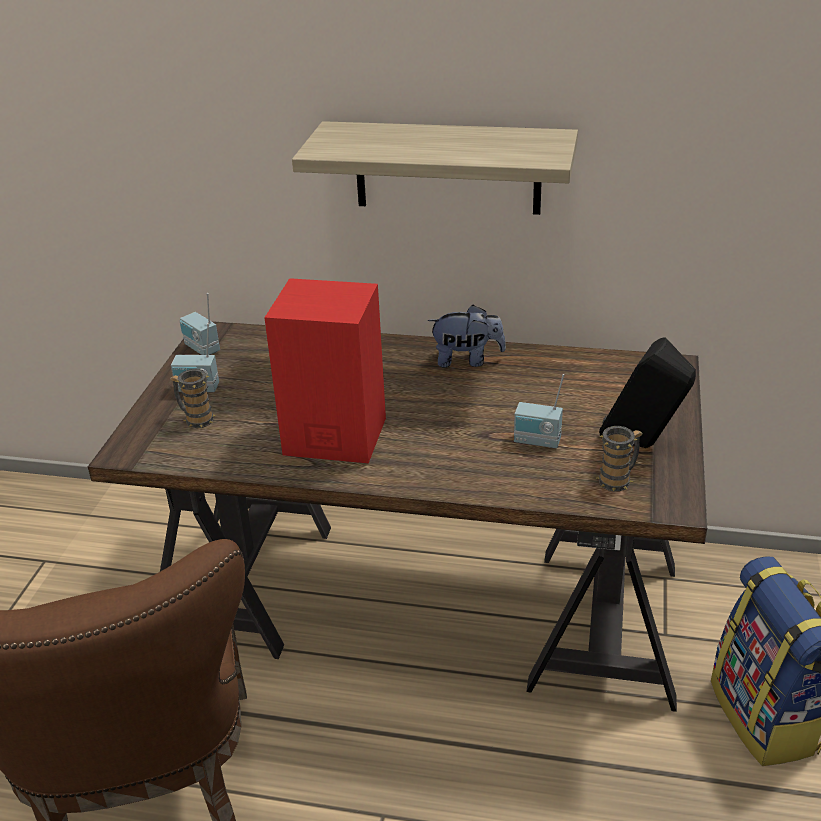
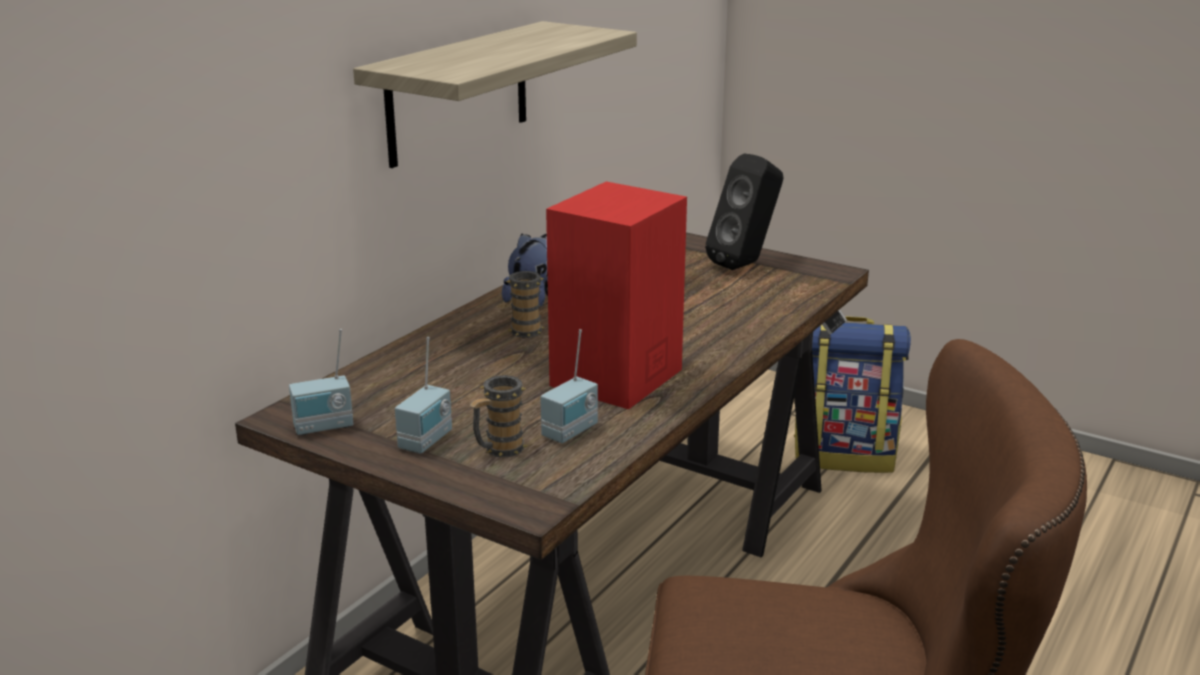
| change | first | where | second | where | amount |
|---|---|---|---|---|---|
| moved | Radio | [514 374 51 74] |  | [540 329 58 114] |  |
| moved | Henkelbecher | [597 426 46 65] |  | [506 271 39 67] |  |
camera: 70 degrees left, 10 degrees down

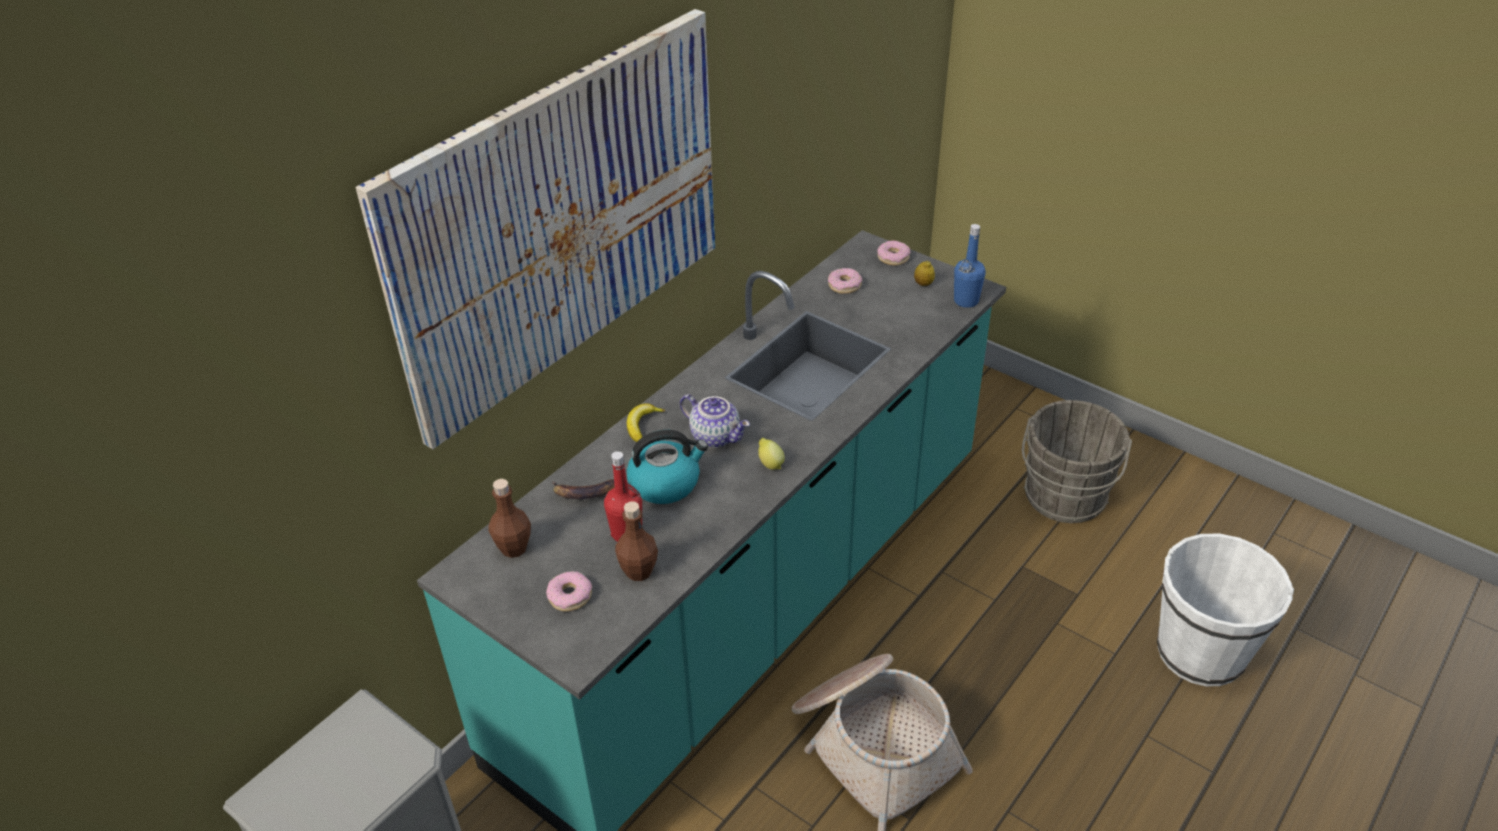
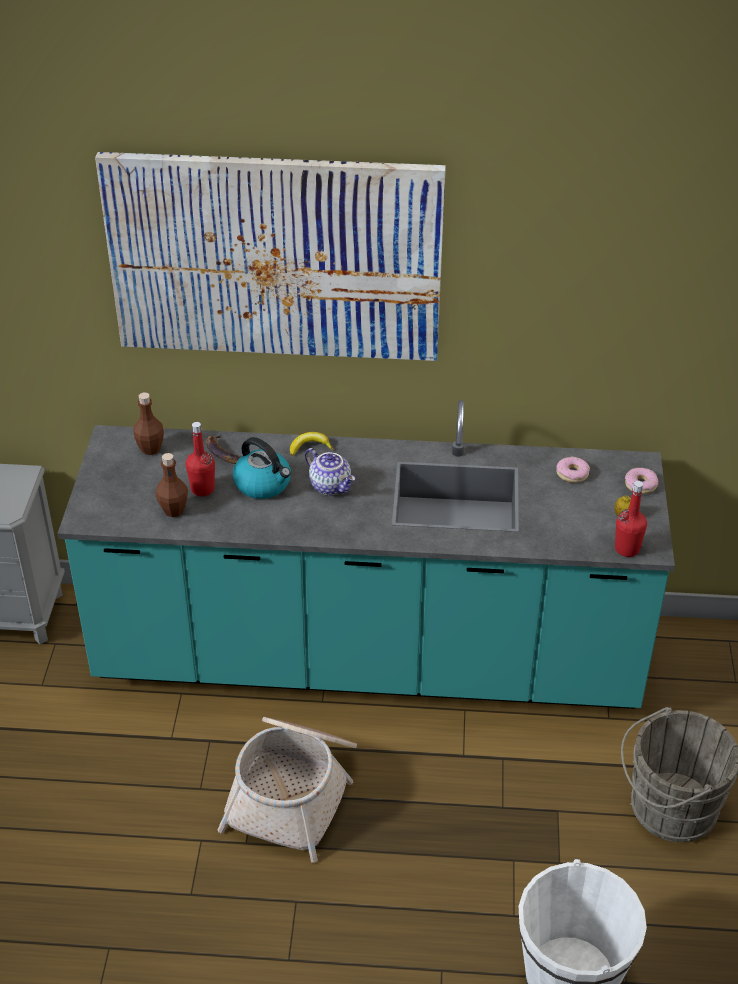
| change | first | where | second | where | amount |
|---|---|---|---|---|---|
| removed | Donut | [546 571 46 41] |  |  |  |
| turned | Teekanne | [680 394 70 54] |  | [305 448 50 47] | 45 degrees counterclockwise |
| removed | Zitrone | [758 438 27 32] |  |  |  |
| recoloured | Flasche/blau | [954 224 32 84] | Flasche/rot | [615 481 32 76] |  |
camera: 55 degrees right, 0 degrees up

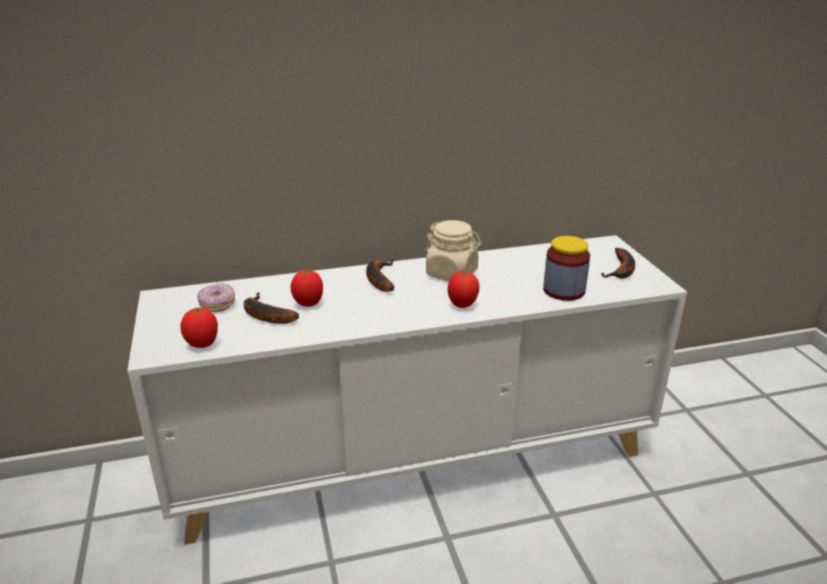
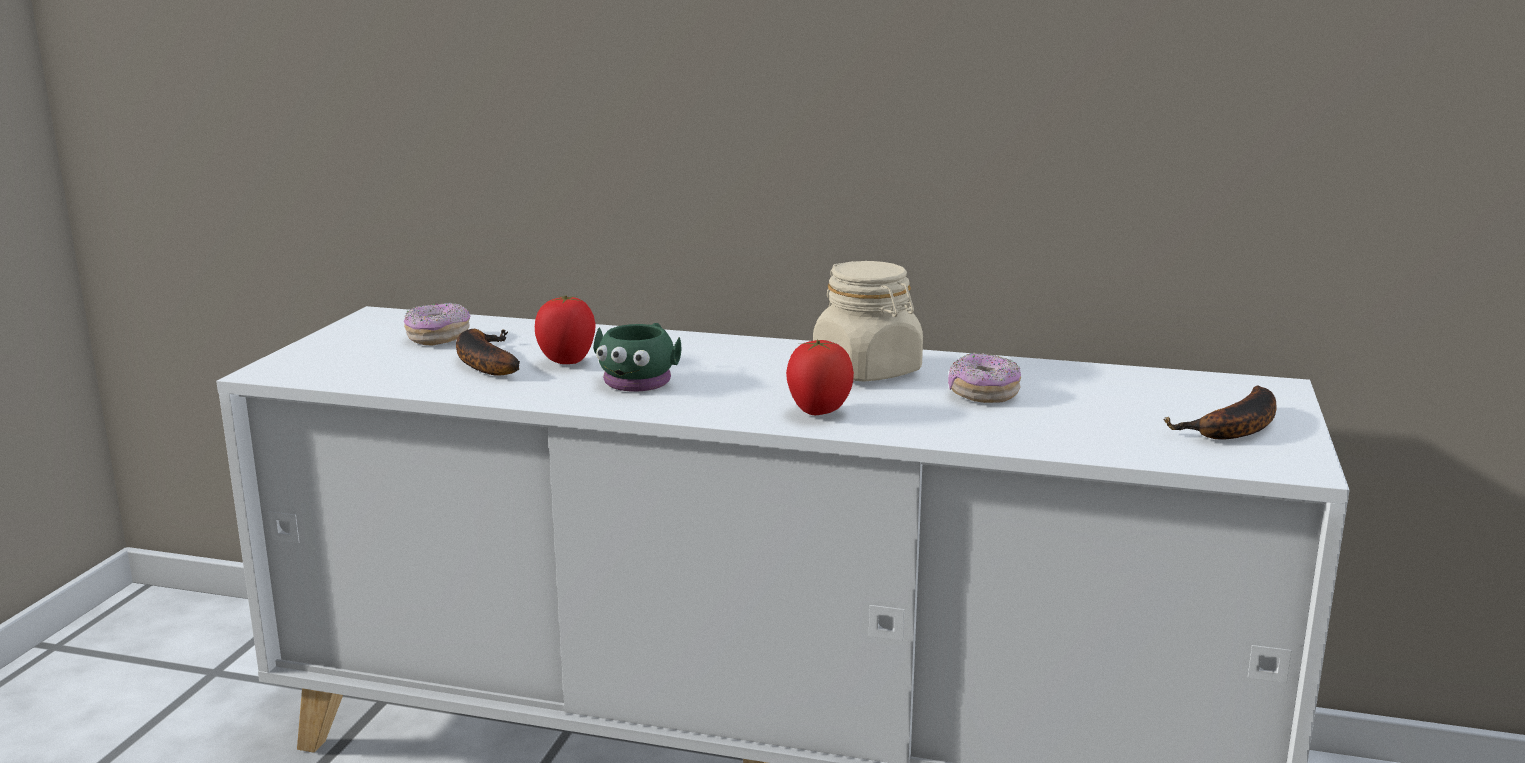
| change | first | where | second | where | amount |
|---|---|---|---|---|---|
| removed | Tomate | [180 307 38 41] |  |  |  |
| removed | Banane | [366 260 29 32] |  |  |  |
| removed | Vorratsglas | [543 236 47 65] |  |  |  |
| added |  |  | Henkelbecher/grün | [593 323 88 69] |  |
| added |  |  | Donut | [948 353 73 50] |  |
camera: 30 degrees right, 10 degrees down

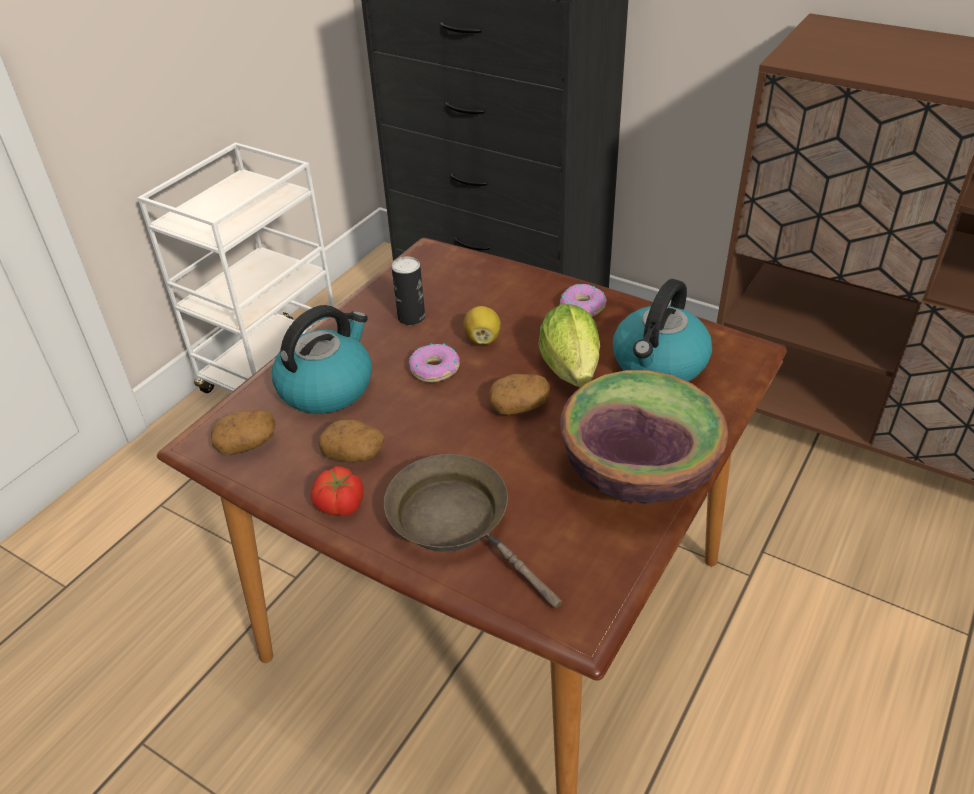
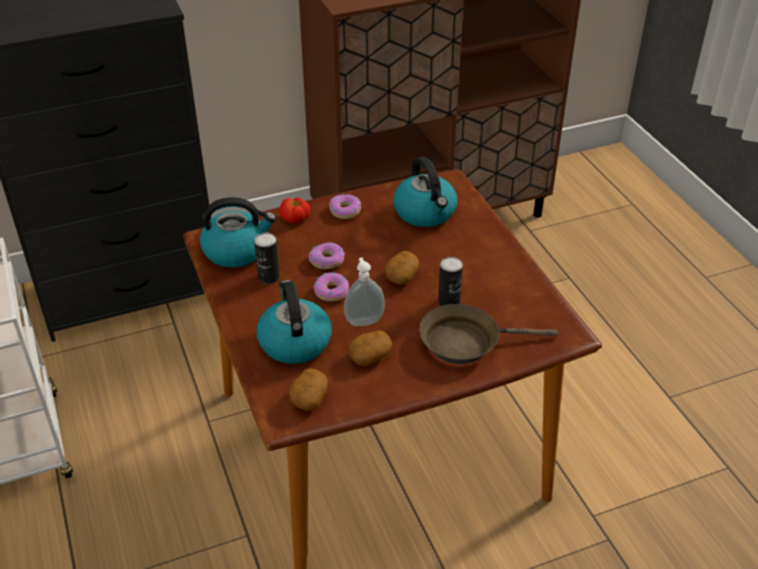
| change | first | where | second | where | amount |
|---|---|---|---|---|---|
| moved | Tomate | [311 466 53 50] |  | [279 198 31 25] |  |
| replaced | Zitrone | [463 306 38 39] | Donut | [309 242 36 27] |  |
| removed | Salatkopf | [538 304 62 83] |  |  |  |
| removed | Schüssel | [560 370 168 134] |  |  |  |
| added |  |  | Wasserkessel | [200 197 76 70] |  |
| added |  |  | Seifenspender | [344 257 41 69] |  |
| added |  |  | Dose | [438 257 25 49] |  |
camera: 55 degrees left, 0 degrees up

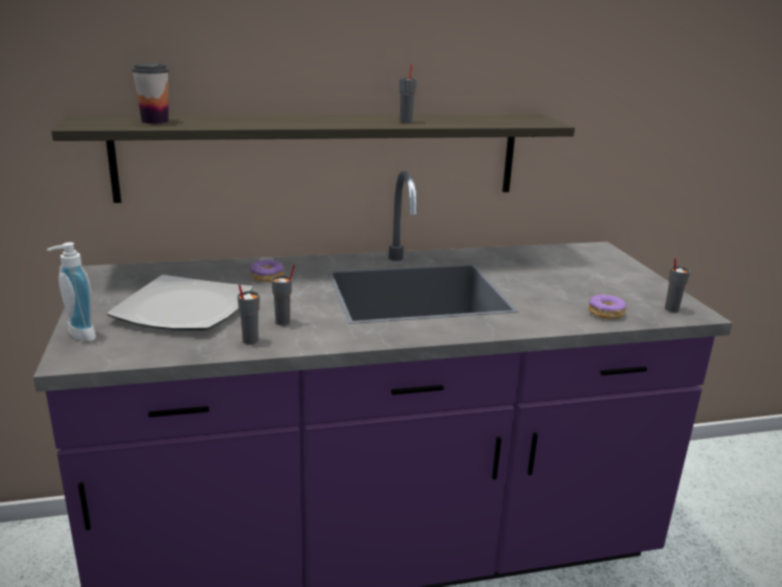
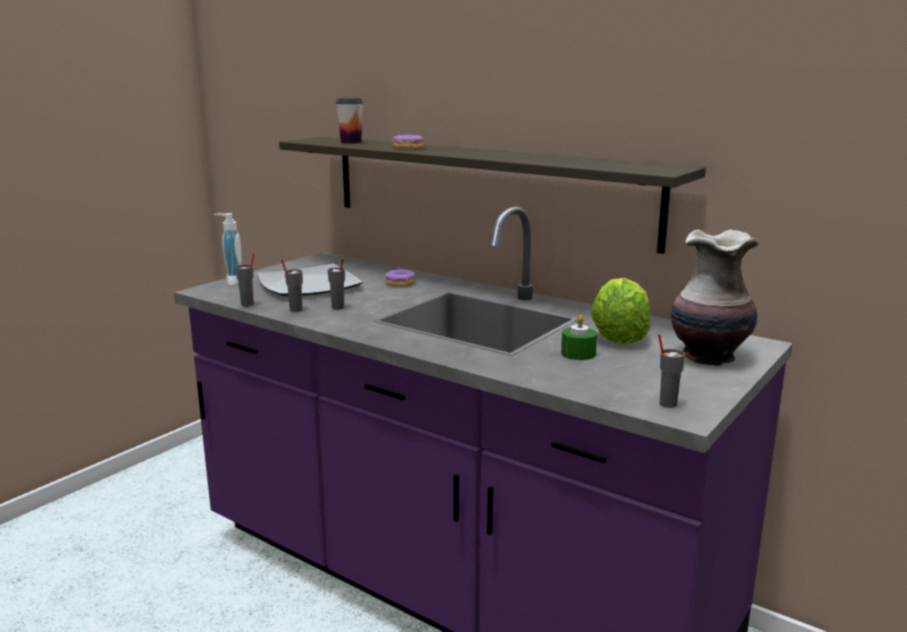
| change | first | where | second | where | amount |
|---|---|---|---|---|---|
| moved | Tasse/grau | [399 64 18 59] |  | [235 253 20 54] |  |
| moved | Donut | [588 294 38 25] |  | [392 134 32 15] |  |
| added |  |  | Kerze/grün | [561 314 36 46] |  |
| added |  |  | Salatkopf | [591 278 59 66] |  |
| added |  |  | Vase | [670 229 88 137] |  |
camera: 50 degrees right, 5 degrees down

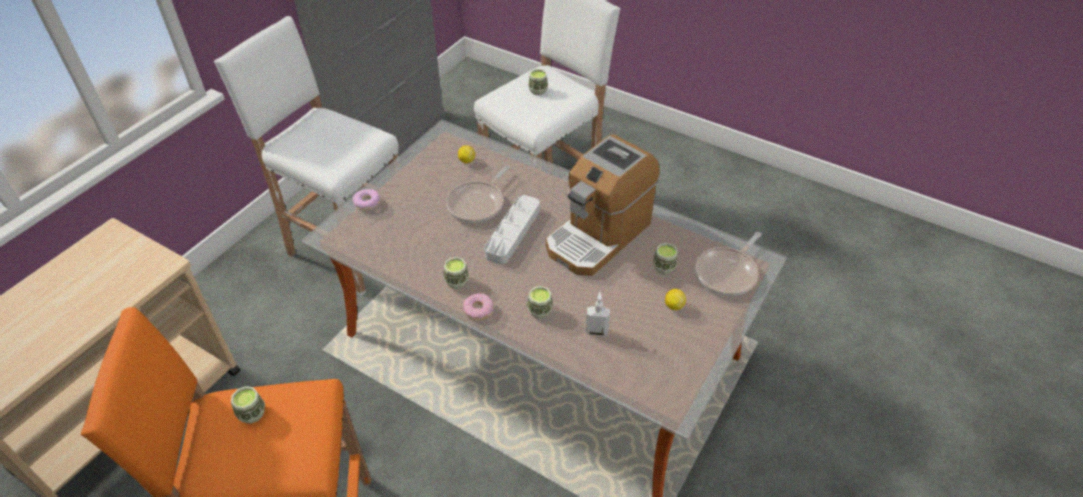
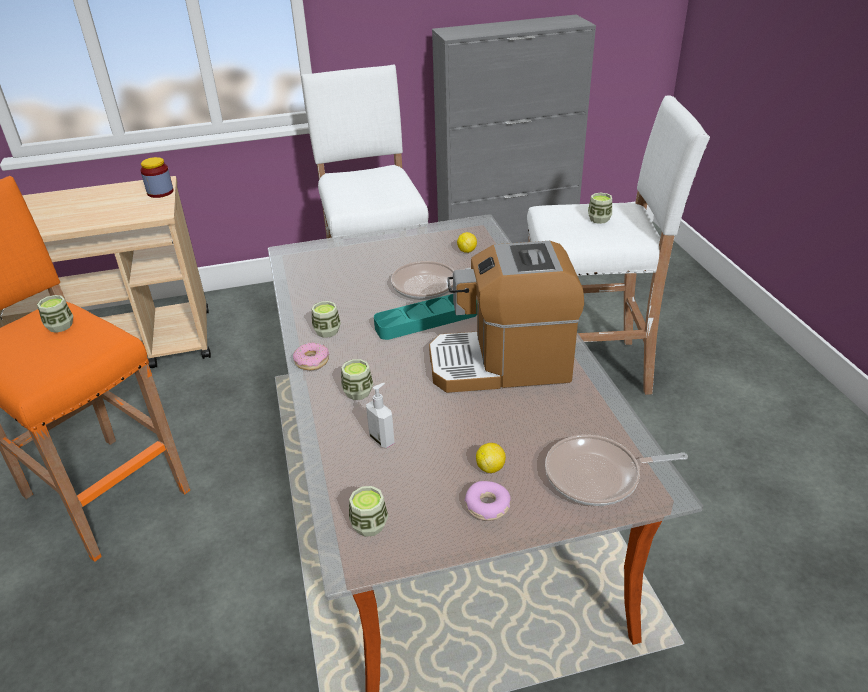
| change | first | where | second | where | amount |
|---|---|---|---|---|---|
| moved | Donut | [353 189 28 22] |  | [465 481 46 40] |  |
| recoloured | Tablett/grau | [484 195 56 69] | Tablett/türkis | [374 294 103 46] |  |
| moved | Tasse | [653 243 24 31] |  | [349 486 39 51] |  |
| added |  |  | Vorratsglas | [141 157 33 41] |  |
camera: 45 degrees right, 10 degrees down

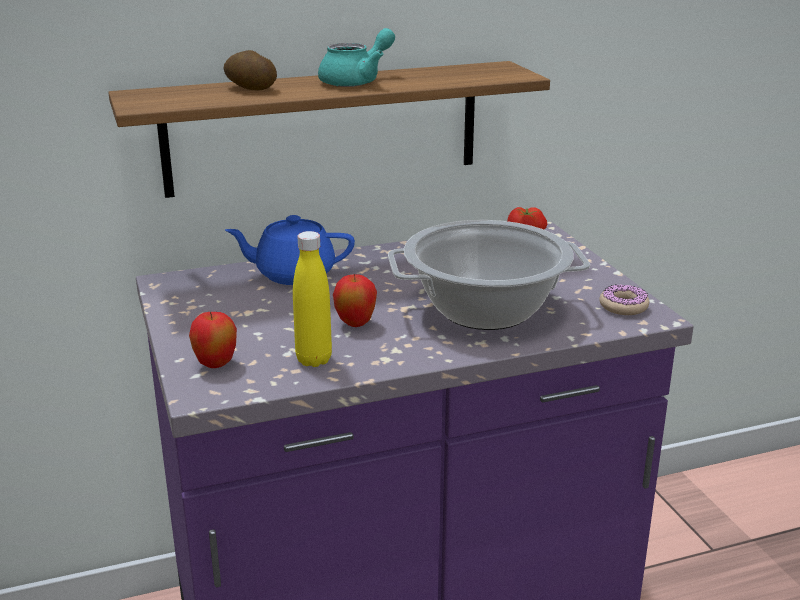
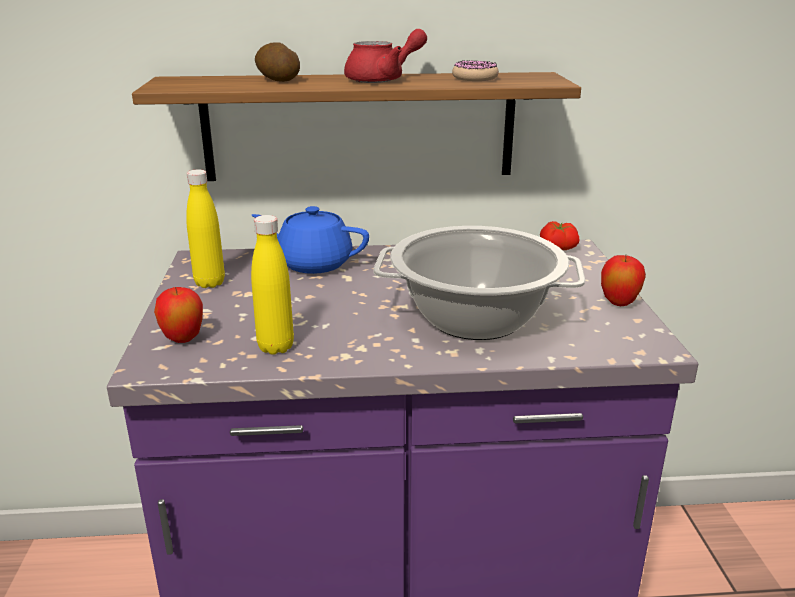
| change | first | where | second | where | amount |
|---|---|---|---|---|---|
| recoloured | Teekanne/türkis | [318 28 77 59] | Teekanne/rot | [344 29 83 54] |  |
| moved | Apfel | [333 274 44 53] |  | [601 255 45 51] |  |
| moved | Donut | [599 285 50 30] |  | [452 60 47 21] |  |
| added |  |  | Flasche/gelb | [186 169 39 119] |  |
camera: 15 degrees right, 0 degrees up

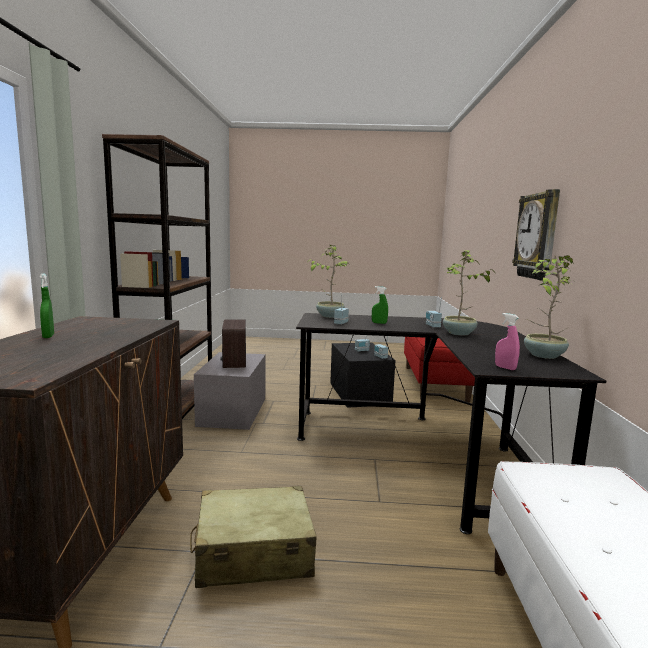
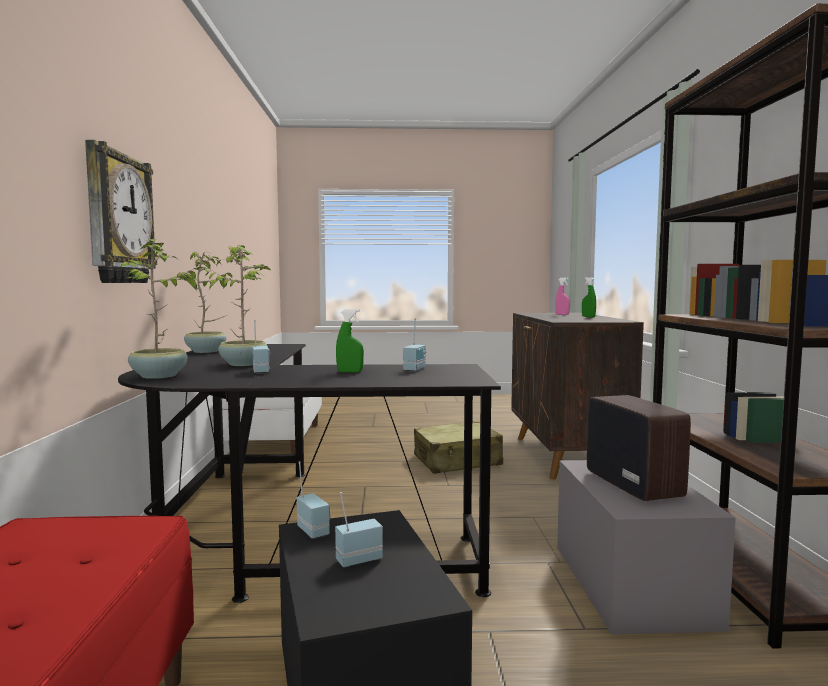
| change | first | where | second | where | amount |
|---|---|---|---|---|---|
| moved | Topfpflanze | [308 245 42 73] |  | [120 239 82 140] |  |
| moved | Sprühflasche/rosa | [495 313 25 57] |  | [555 278 15 37] |  |
camera: 175 degrees right, 5 degrees down

